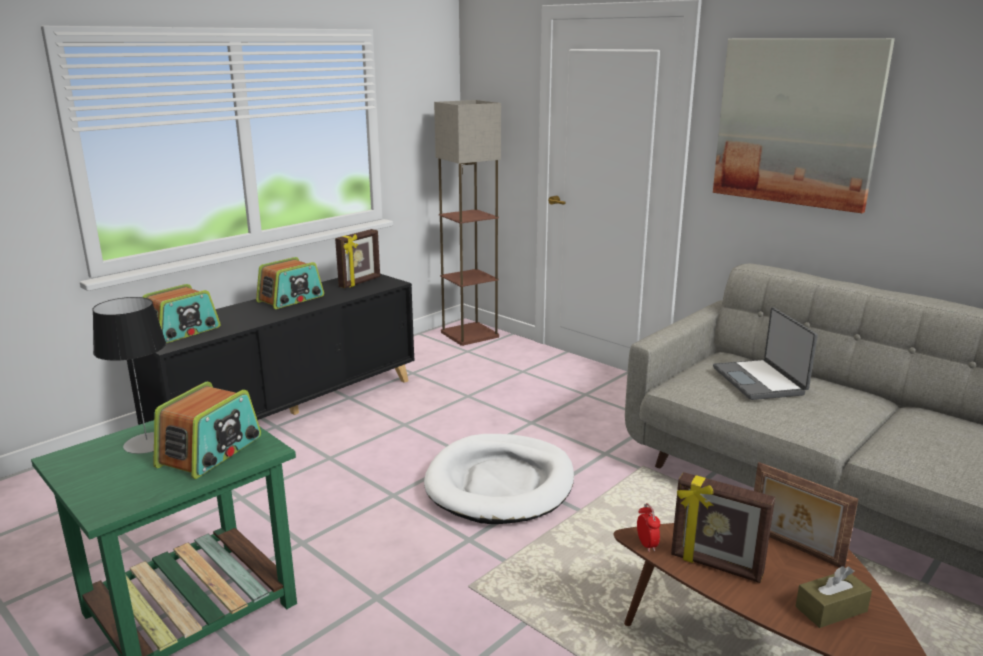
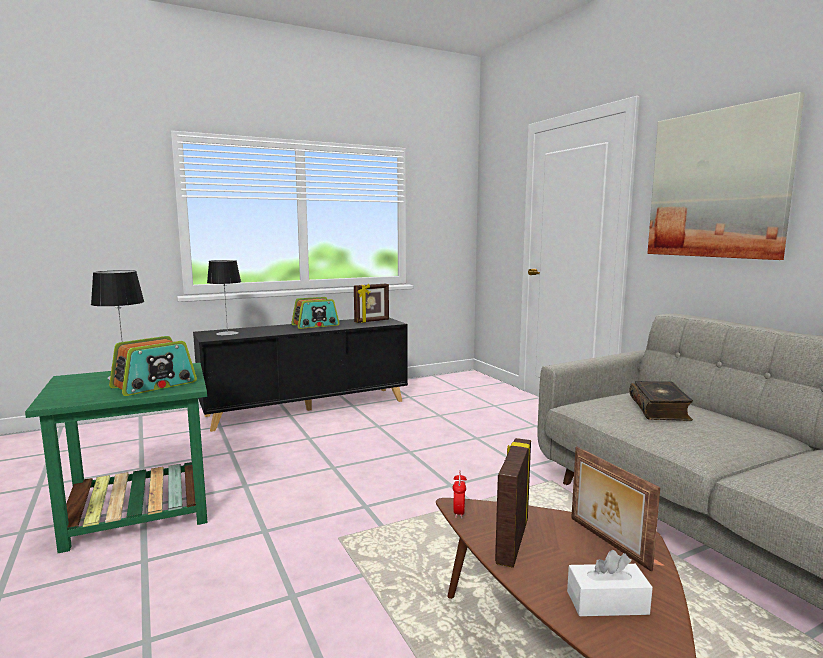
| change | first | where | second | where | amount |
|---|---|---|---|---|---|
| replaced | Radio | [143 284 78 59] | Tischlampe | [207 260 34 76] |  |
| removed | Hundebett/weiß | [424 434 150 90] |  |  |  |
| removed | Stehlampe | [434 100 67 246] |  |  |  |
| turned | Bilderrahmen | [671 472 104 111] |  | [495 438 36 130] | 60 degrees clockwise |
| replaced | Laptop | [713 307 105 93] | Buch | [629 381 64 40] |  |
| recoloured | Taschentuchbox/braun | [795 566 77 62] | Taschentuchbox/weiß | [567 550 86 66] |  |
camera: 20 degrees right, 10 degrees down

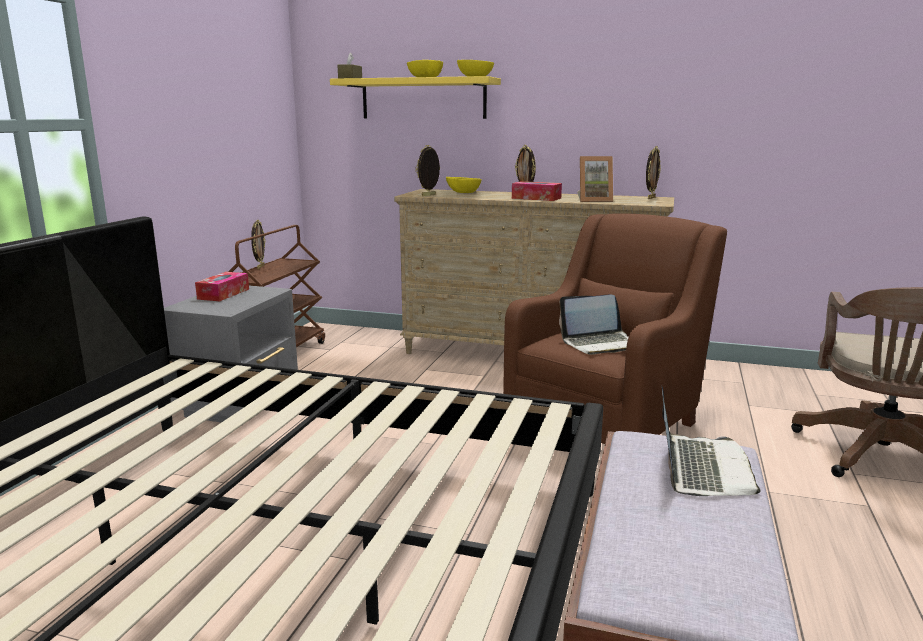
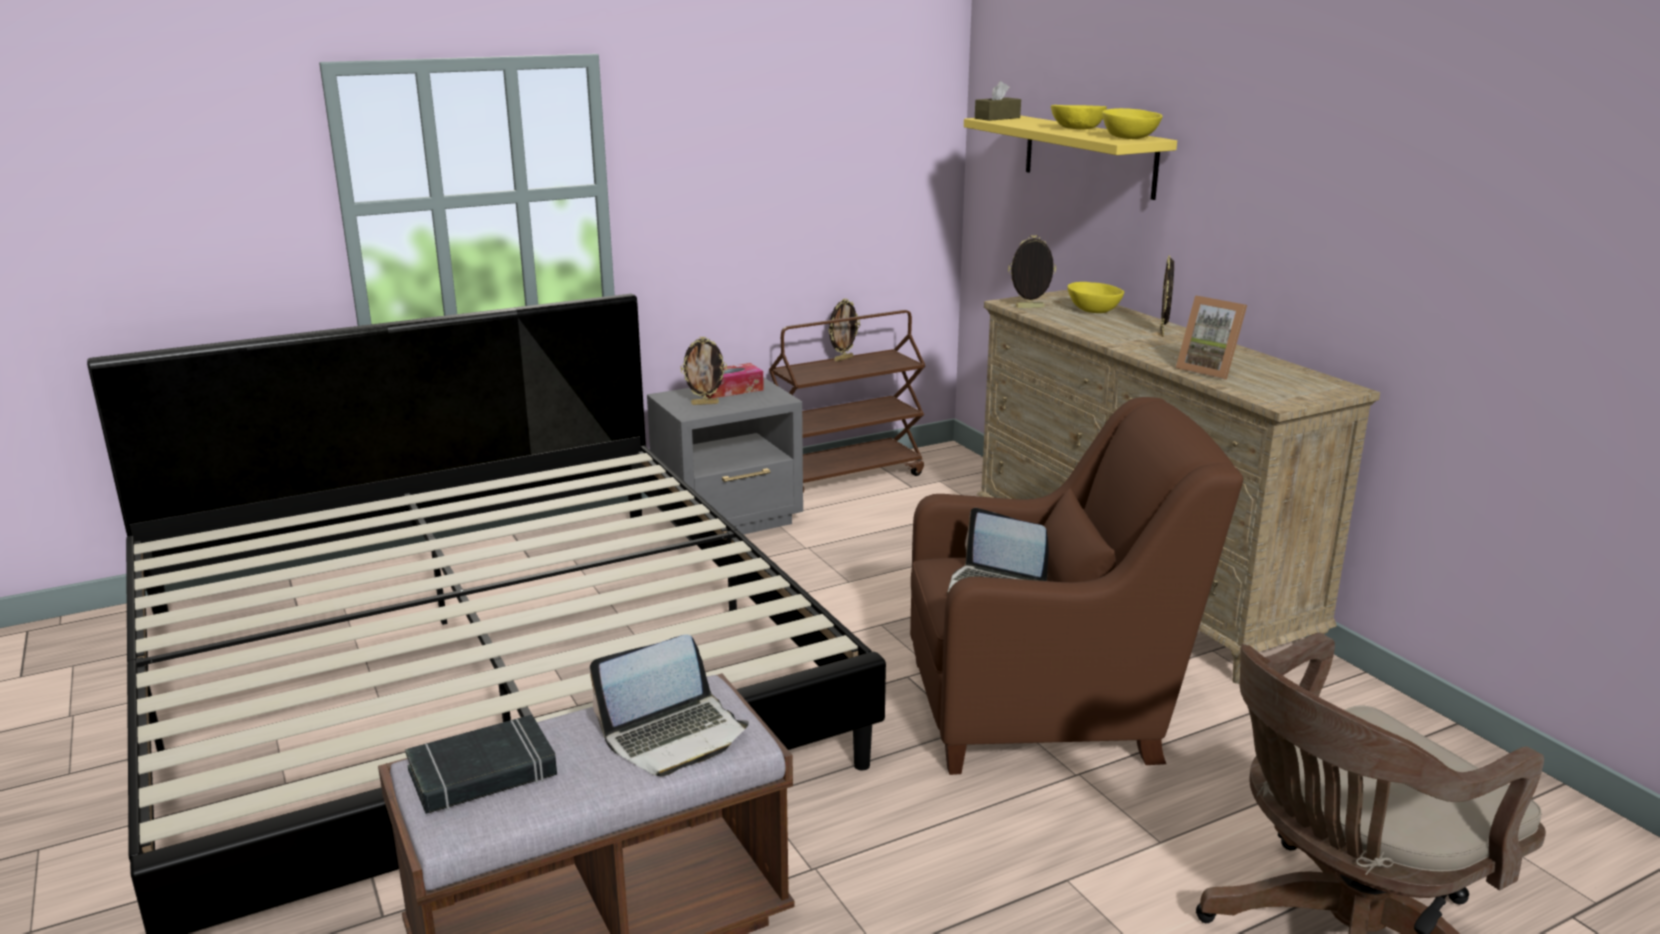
| change | first | where | second | where | amount |
|---|---|---|---|---|---|
| removed | Taschentuchbox | [512 181 50 20] |  |  |  |
| moved | Bilderrahmen | [646 146 15 53] |  | [681 336 46 69] |  |
| added |  |  | Buch/schwarz | [405 715 152 99] |  |
camera: 45 degrees right, 5 degrees up

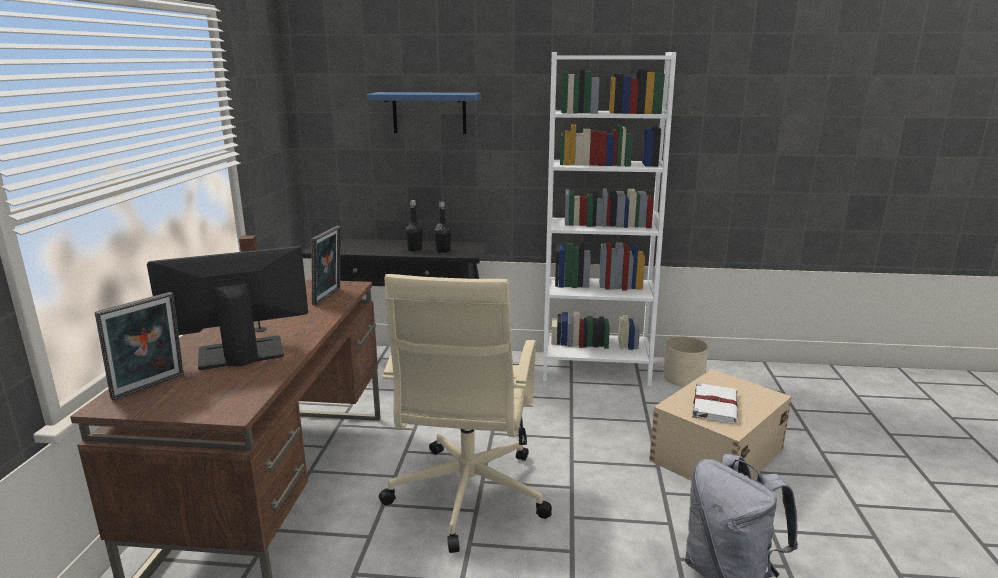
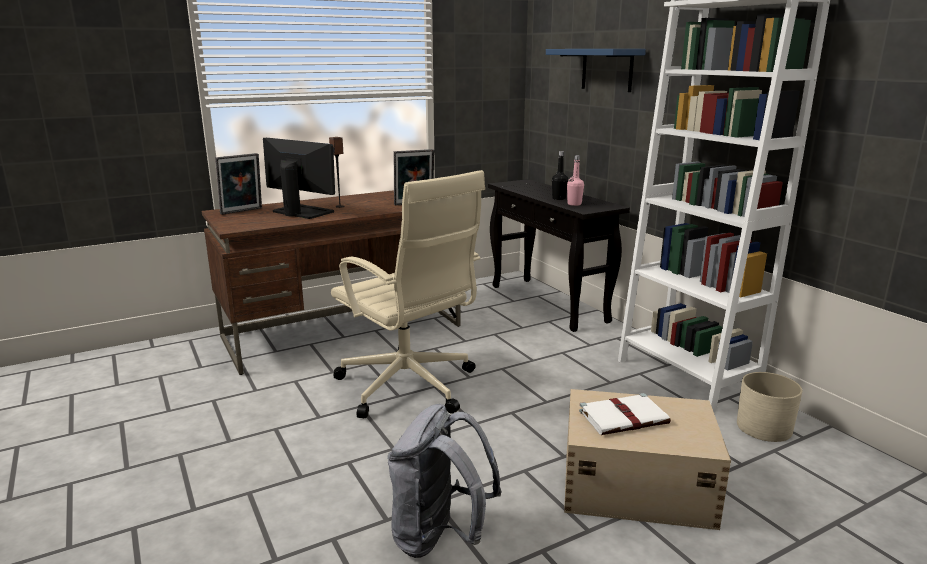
| change | first | where | second | where | amount |
|---|---|---|---|---|---|
| turned | Bilderrahmen | [95 292 89 109] |  | [215 153 47 62] | 45 degrees counterclockwise |
| turned | Bürostuhl/beige | [379 274 173 279] |  | [331 170 154 248] | 105 degrees counterclockwise |
| recoloured | Flasche/schwarz | [434 202 17 51] | Flasche/rosa | [567 155 17 51] |  |
camera: 55 degrees right, 0 degrees up

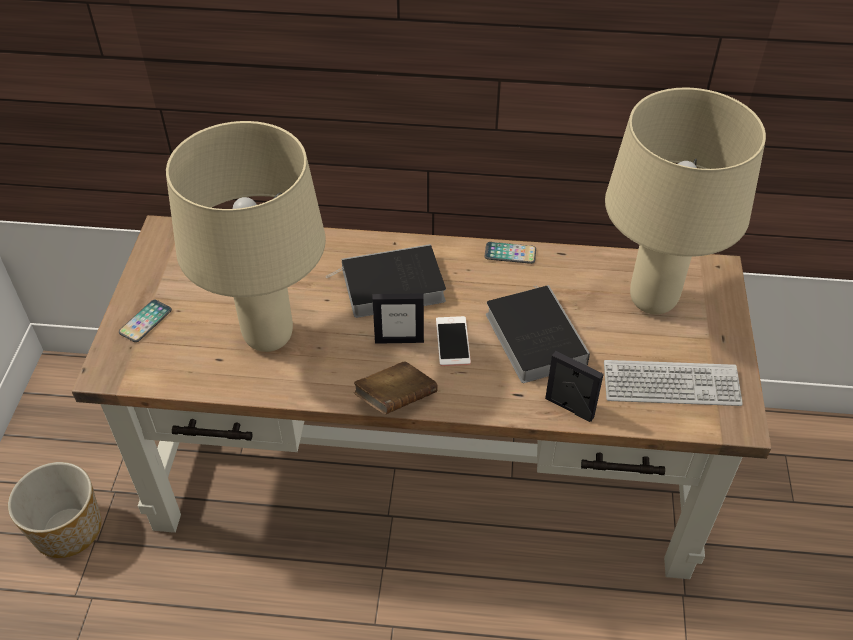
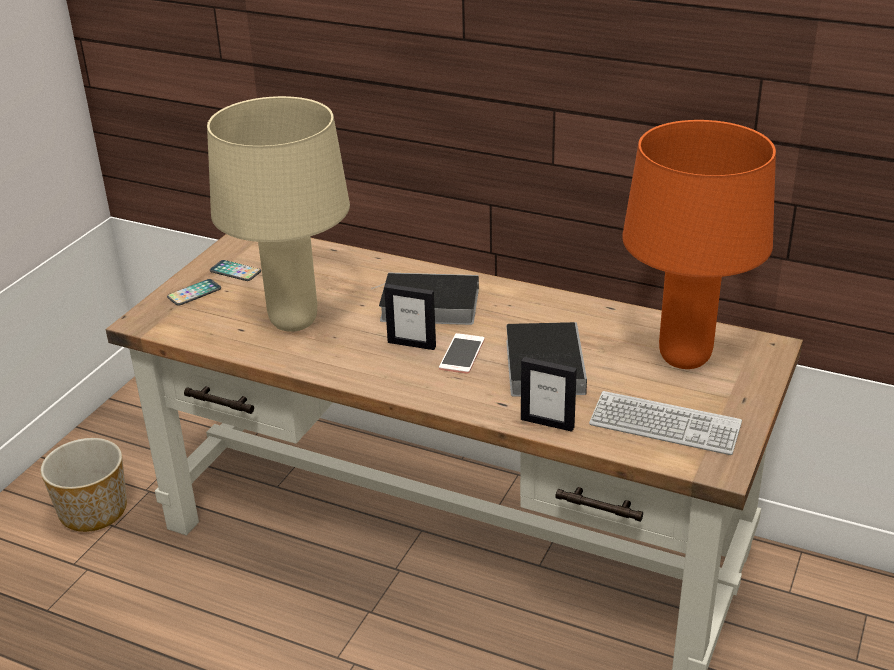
| change | first | where | second | where | amount |
|---|---|---|---|---|---|
| removed | Buch/braun | [354 362 84 52] |  |  |  |
| moved | Handy | [485 242 51 22] |  | [210 260 51 21] |  |
| turned | Bilderrahmen | [545 351 59 71] |  | [521 357 56 75] | 150 degrees clockwise |
| recoloured | Tischlampe/beige | [605 88 161 227] | Tischlampe/orange | [622 120 154 249] |  |
camera: 20 degrees right, 15 degrees down

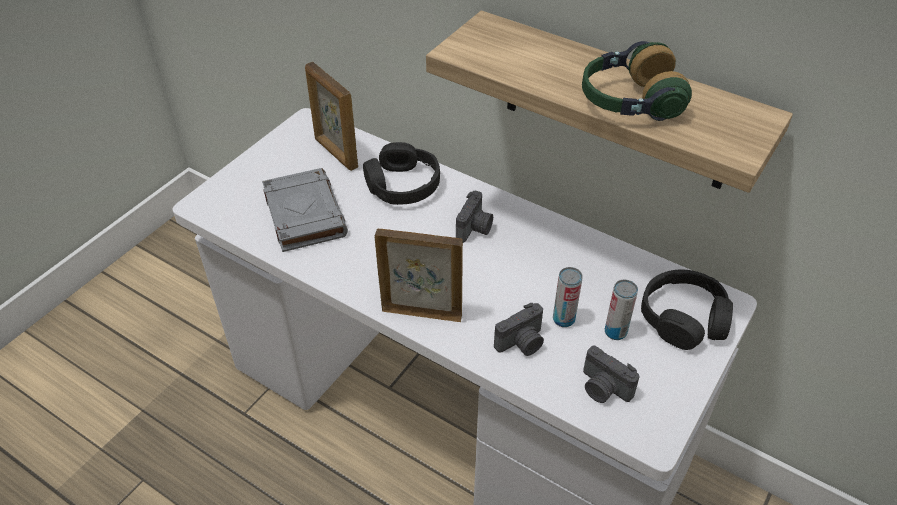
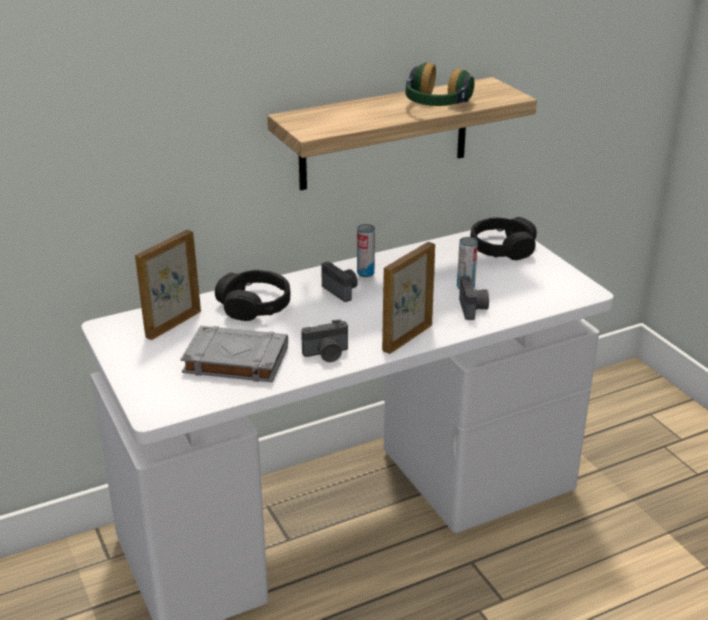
| change | first | where | second | where | amount |
|---|---|---|---|---|---|
| turned | Bilderrahmen | [305 62 53 109] |  | [135 230 66 110] | 135 degrees clockwise |
| moved | Kamera | [583 346 57 57] |  | [301 319 47 43] |  |
| moved | Dose | [605 280 33 60] |  | [357 224 18 53] |  |
camera: 60 degrees left, 15 degrees down

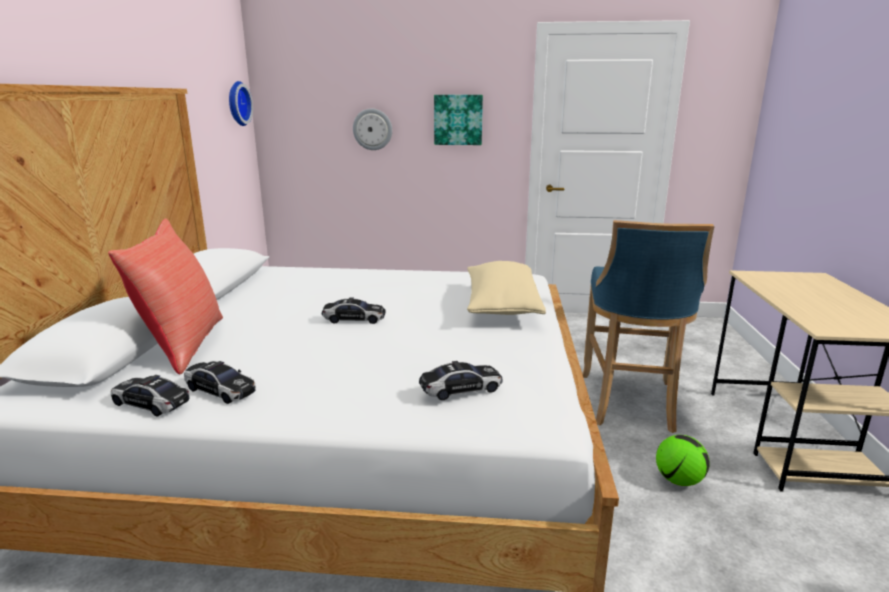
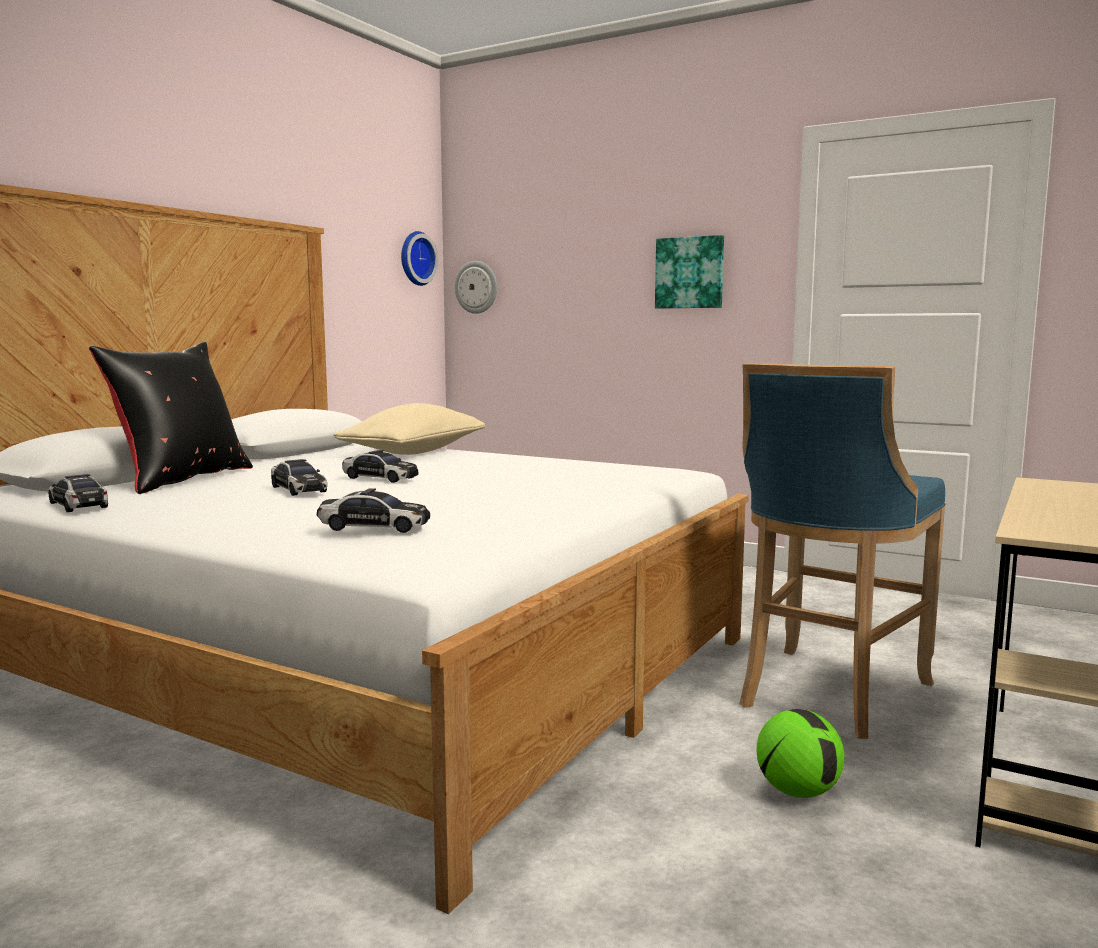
| change | first | where | second | where | amount |
|---|---|---|---|---|---|
| recoloured | Kissen/rot | [108 218 115 156] | Kissen/schwarz | [89 342 164 152] |  |
| moved | Spielzeugauto | [184 361 72 43] |  | [271 459 56 37] |  |
| moved | Wanduhr | [353 108 39 42] |  | [455 261 42 53] |  |
| moved | Kissen/beige | [467 261 79 54] |  | [334 403 151 52] |  |
camera: 25 degrees right, 10 degrees down

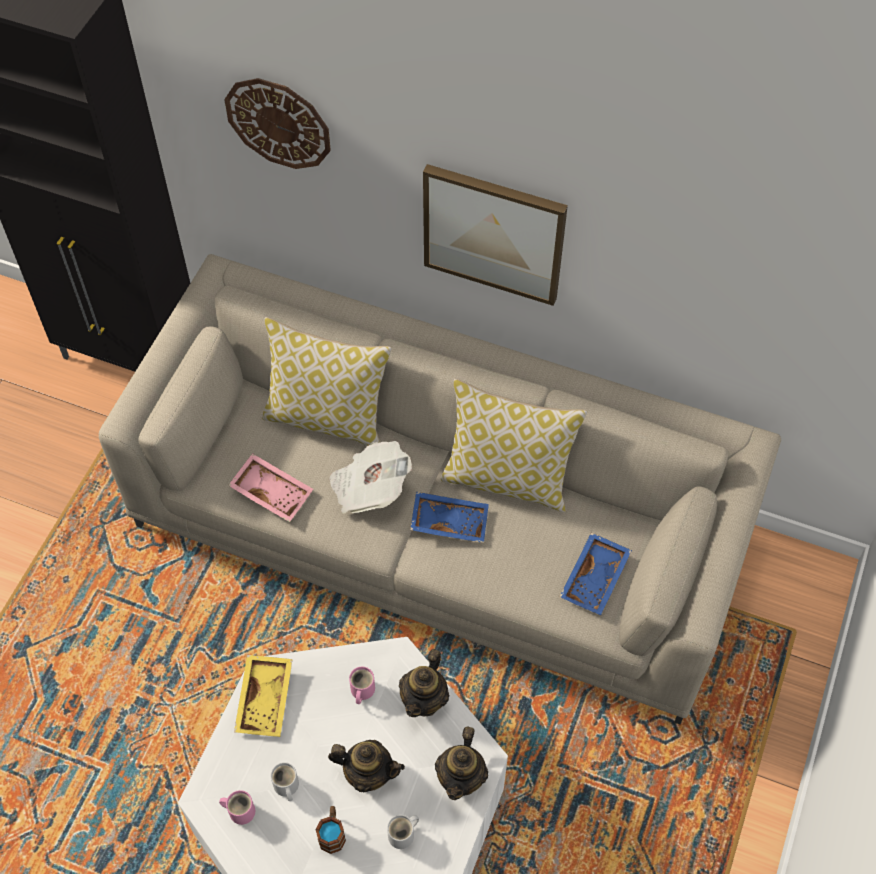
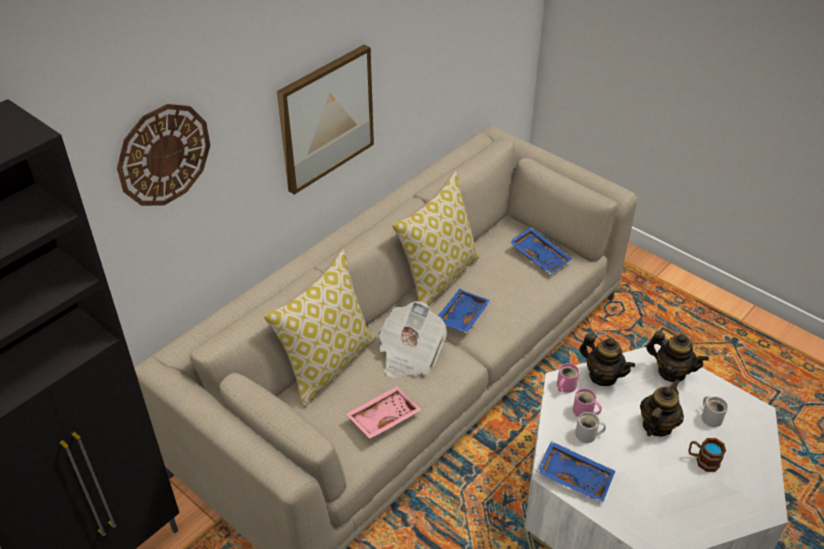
| change | first | where | second | where | amount |
|---|---|---|---|---|---|
| moved | Henkelbecher/rosa | [219 790 36 35] |  | [557 363 22 30] |  |
| recoloured | Tablett/gelb | [234 655 59 82] | Tablett/blau | [537 441 78 62] |  |
| moved | Henkelbecher/weiß | [271 762 28 39] |  | [575 412 31 31] |  |
camera: 70 degrees left, 15 degrees down

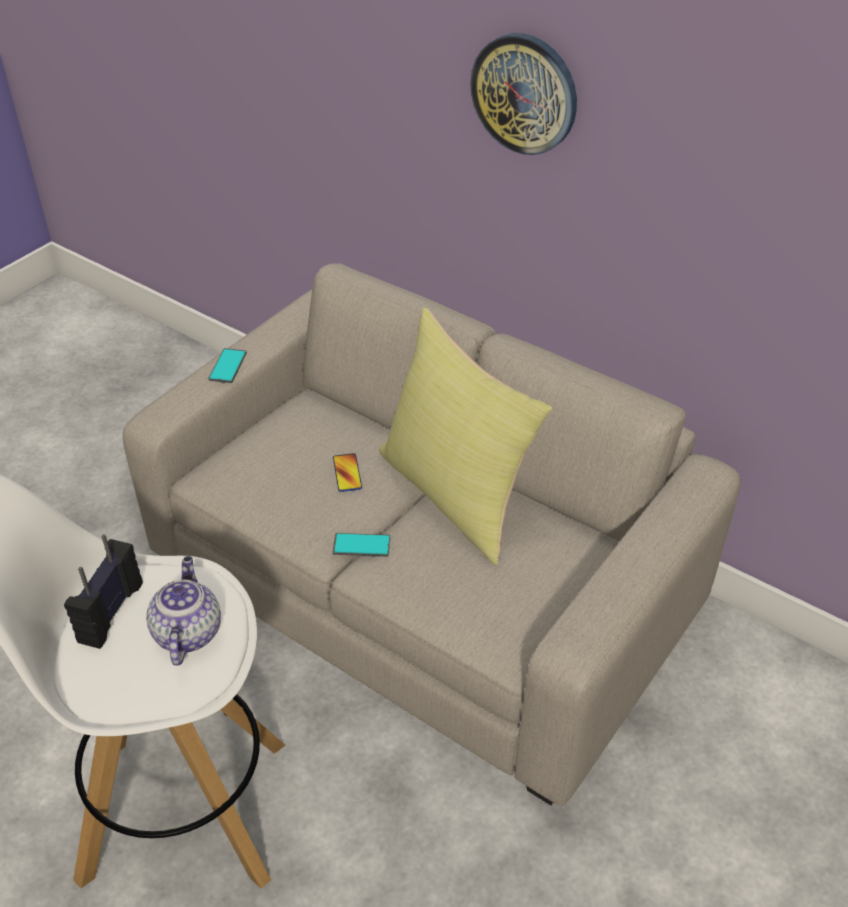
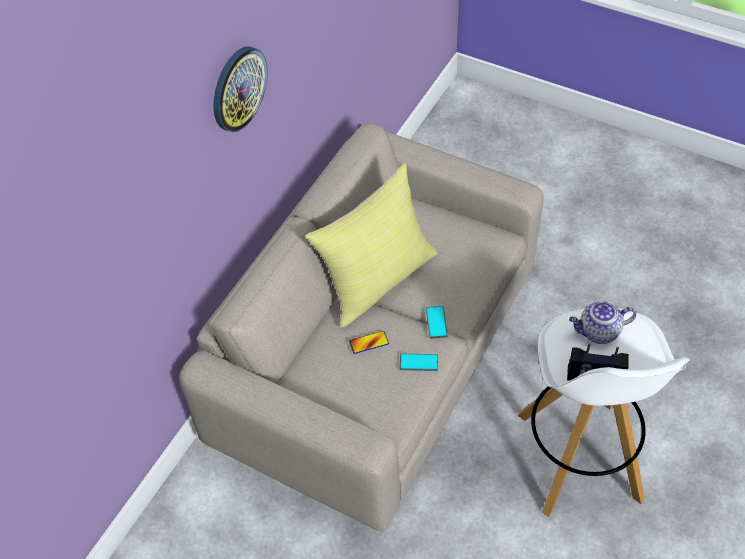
| change | first | where | second | where | amount |
|---|---|---|---|---|---|
| moved | Handy | [208 348 39 35] |  | [400 354 38 17] |  |
camera: 95 degrees left, 10 degrees up

